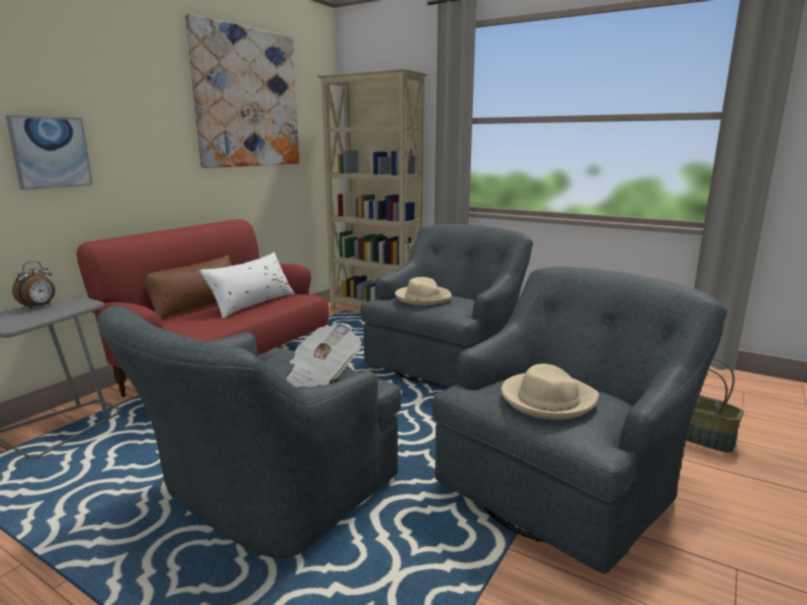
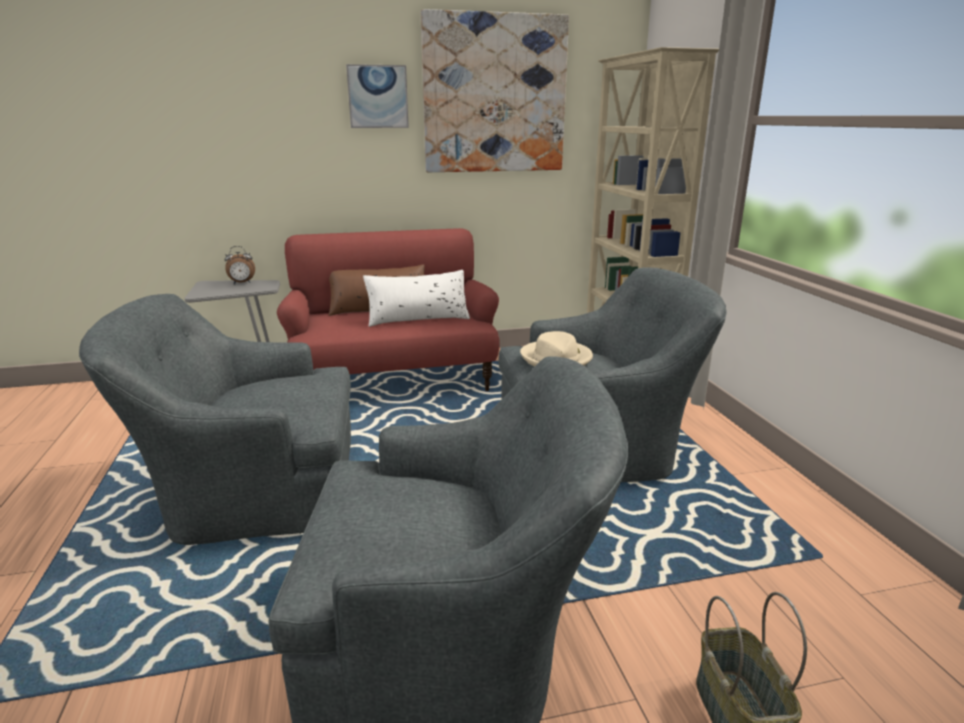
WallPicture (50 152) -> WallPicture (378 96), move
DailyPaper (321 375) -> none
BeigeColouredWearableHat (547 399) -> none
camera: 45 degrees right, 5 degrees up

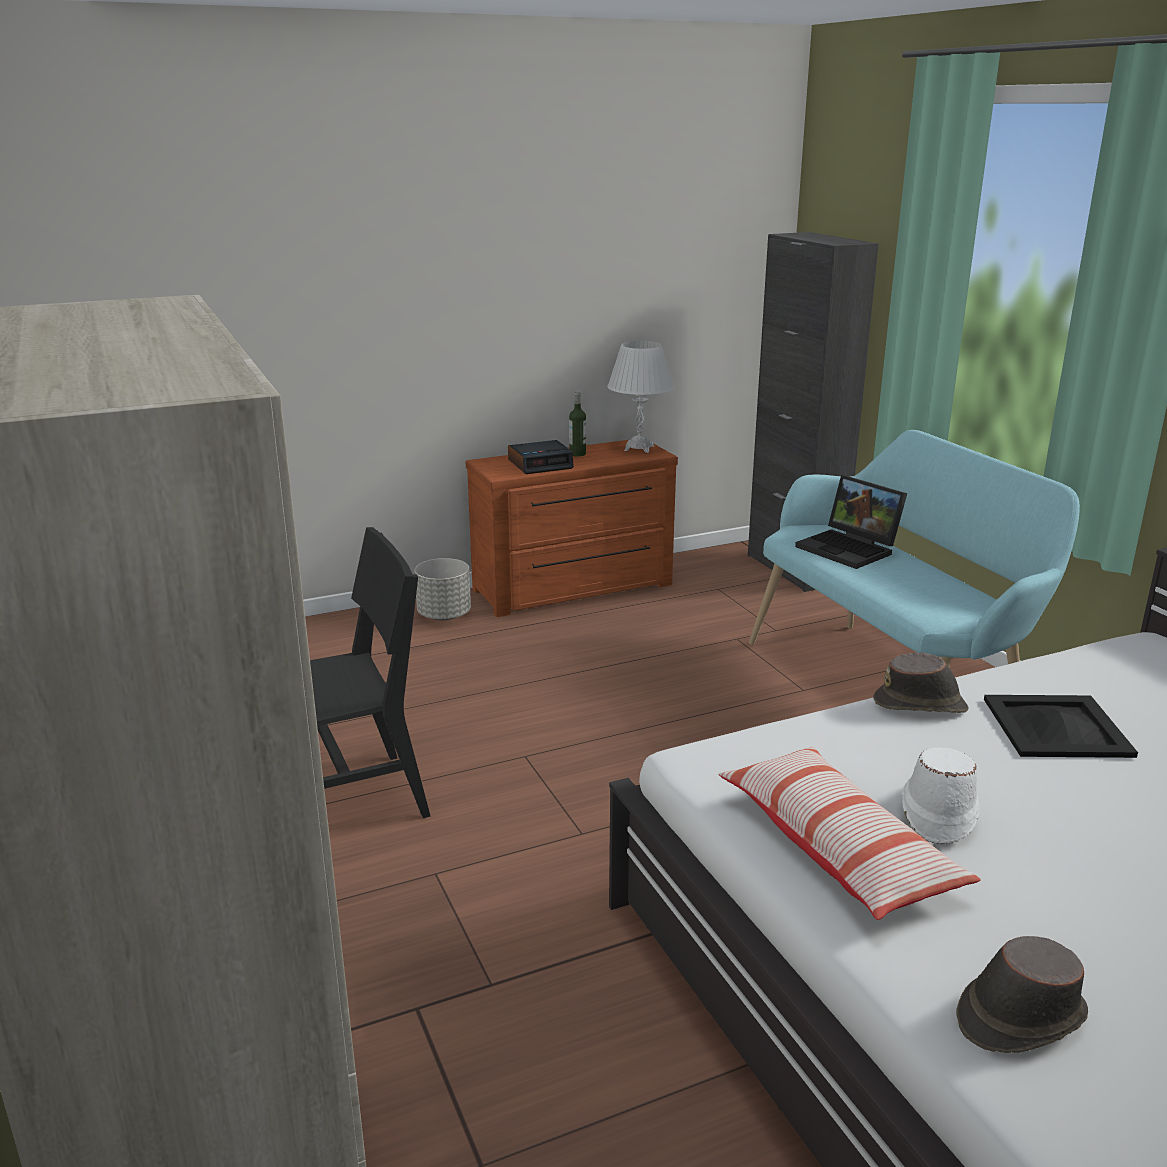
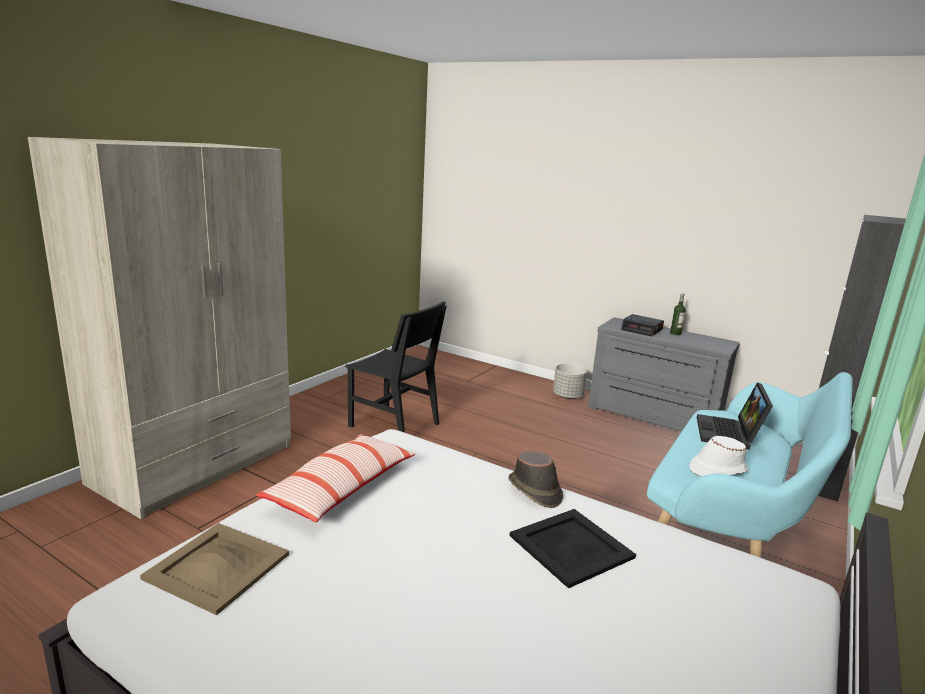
WhiteColouredTableLamp (639 448) -> none
BrownChestOfDrawers (575 589) -> GreyChestOfDrawers (652 417)
WhiteColouredWearableHat (937 813) -> WhiteColouredWearableHat (717 469), move
BrownWearableHat (1019 1016) -> BeigeColouredCarryingTray (217 565)
camera: 55 degrees right, 5 degrees down

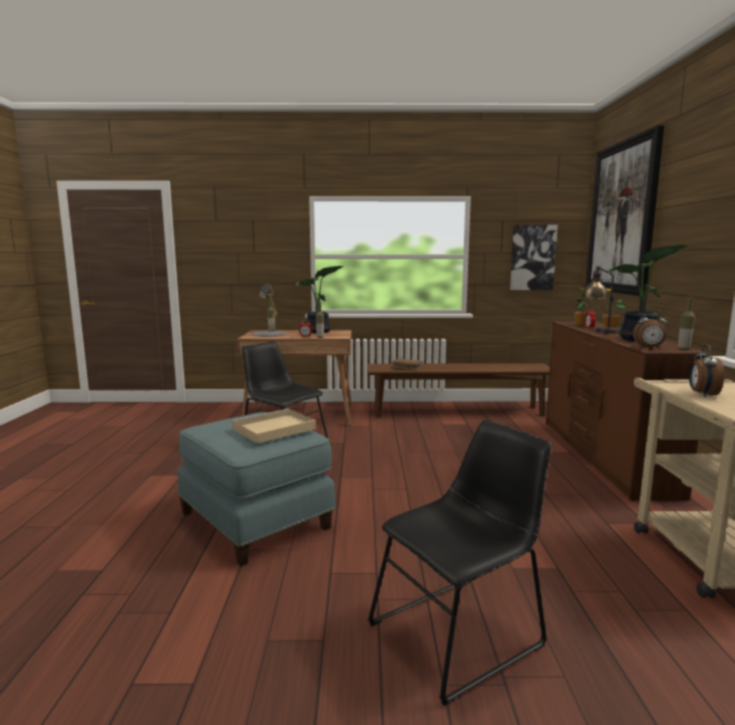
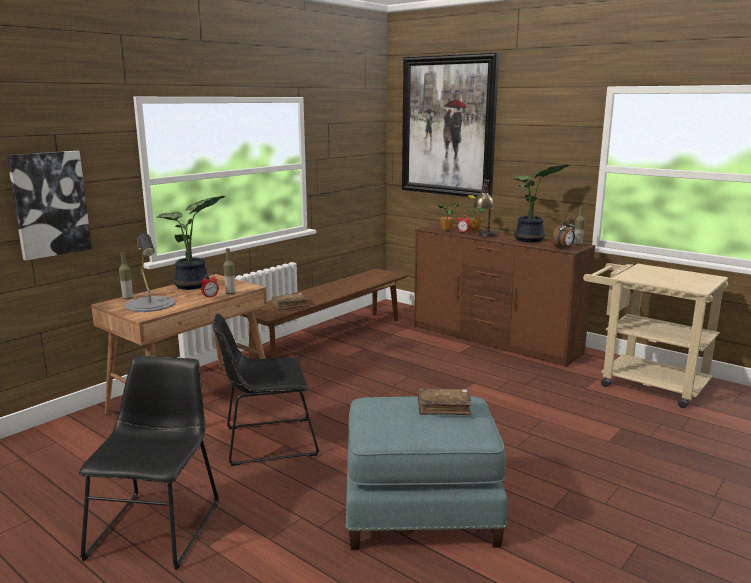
WallPicture (532 257) -> WallPicture (50 204), move
TableClock (702 394) -> none
BeigeColouredCarryingTray (272 429) -> BrownBook (443 407)
BlackPlainChair (461 632) -> BlackPlainChair (158 526), move
camera: 50 degrees left, 5 degrees up

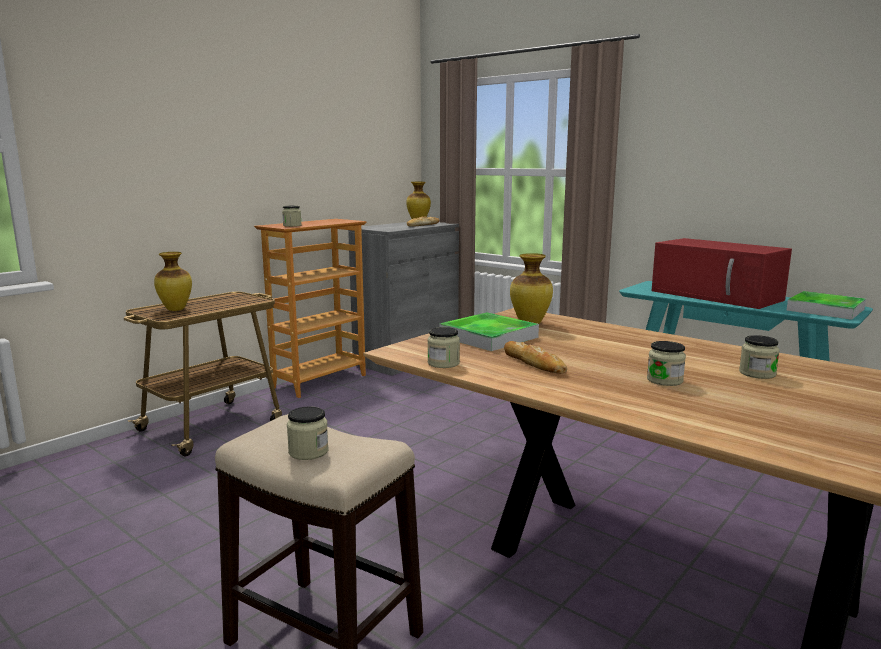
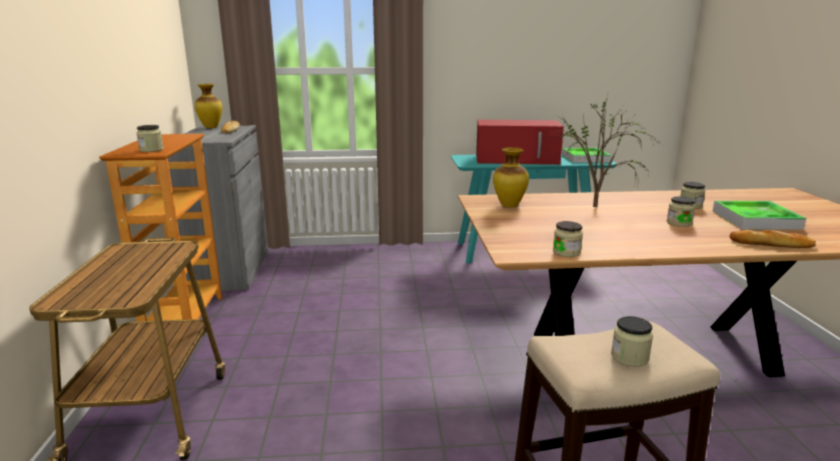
Vase (176 309) -> none
CarryingTray (488 337) -> CarryingTray (755 220), move
Bread (533 362) -> Bread (771 244), move
none -> Houseplant (597 208)
camera: 45 degrees left, 5 degrees up

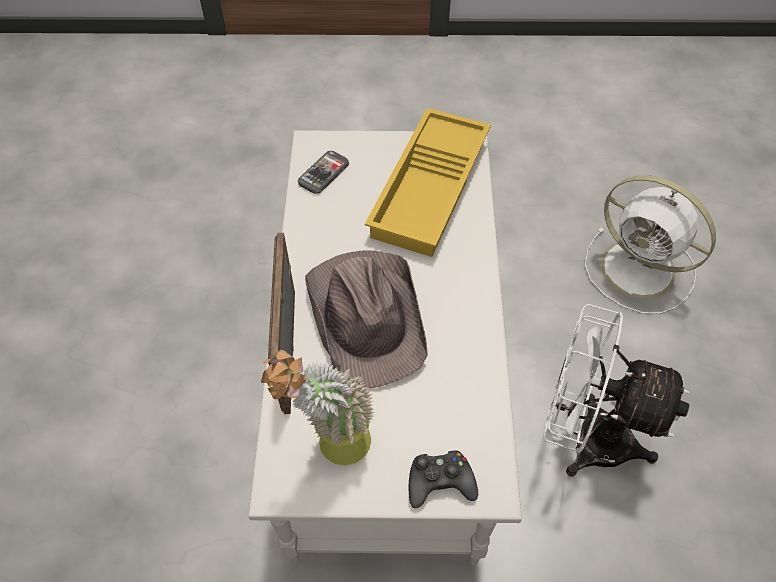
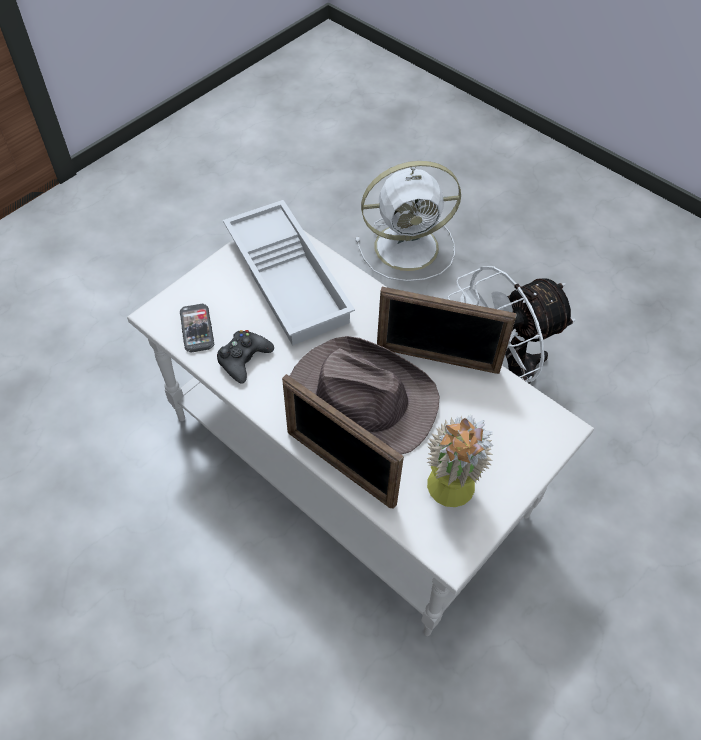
YellowColouredCarryingTray (431 190) -> WhiteColouredCarryingTray (290 278)
BlackGamepad (440 482) -> BlackGamepad (244 359), move
none -> PictureFrame (437 359)
camera: 50 degrees left, 0 degrees up

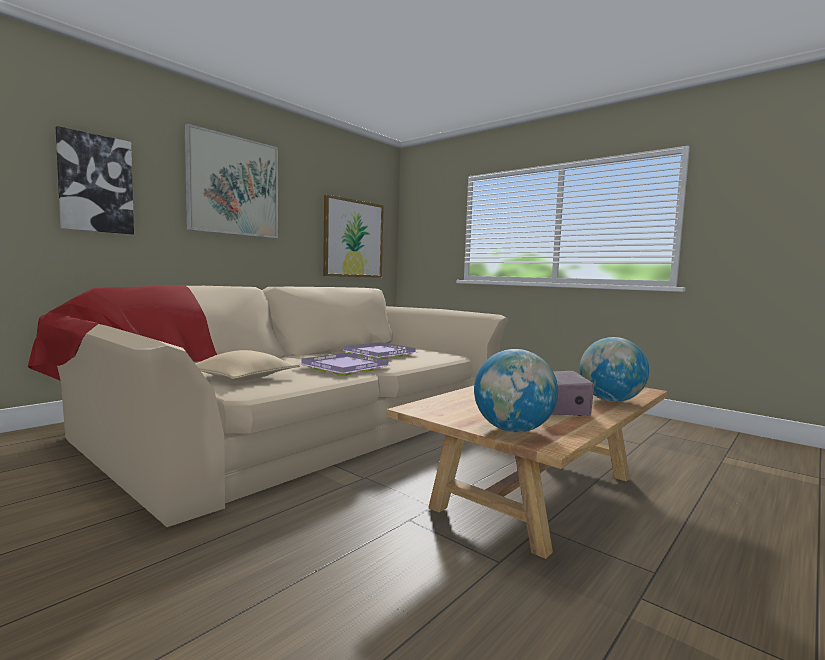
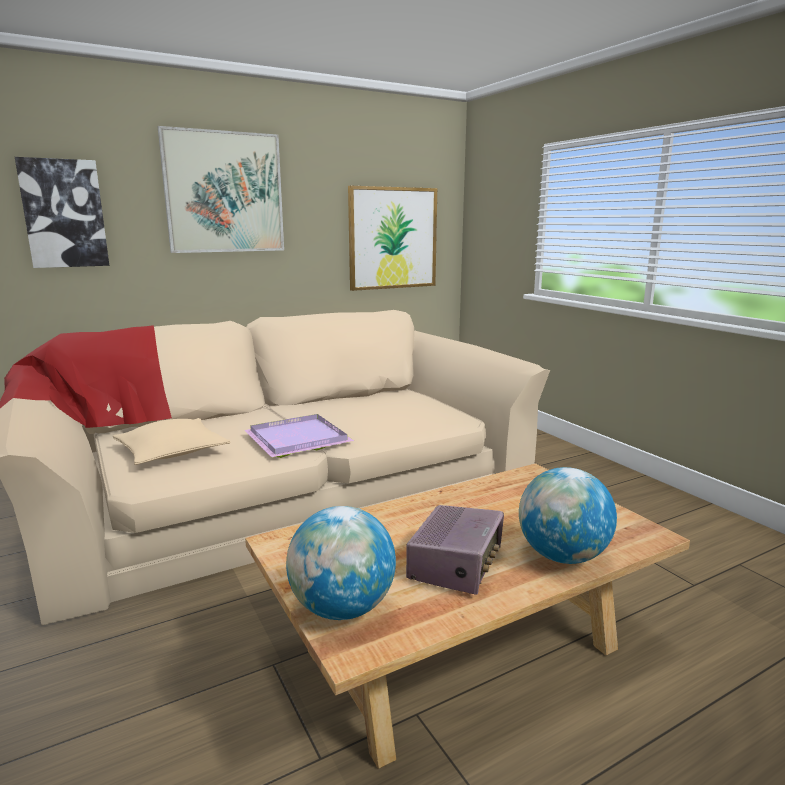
PurpleColouredCarryingTray (379 353) -> none
camera: 20 degrees right, 10 degrees up

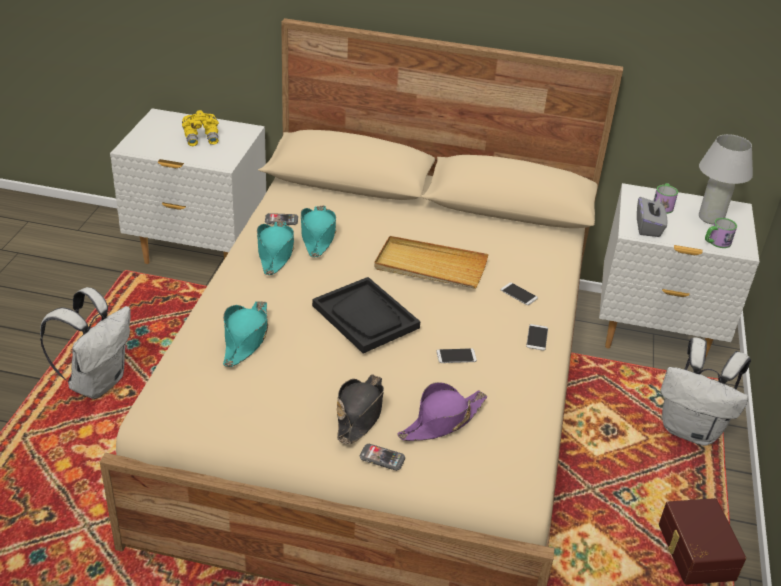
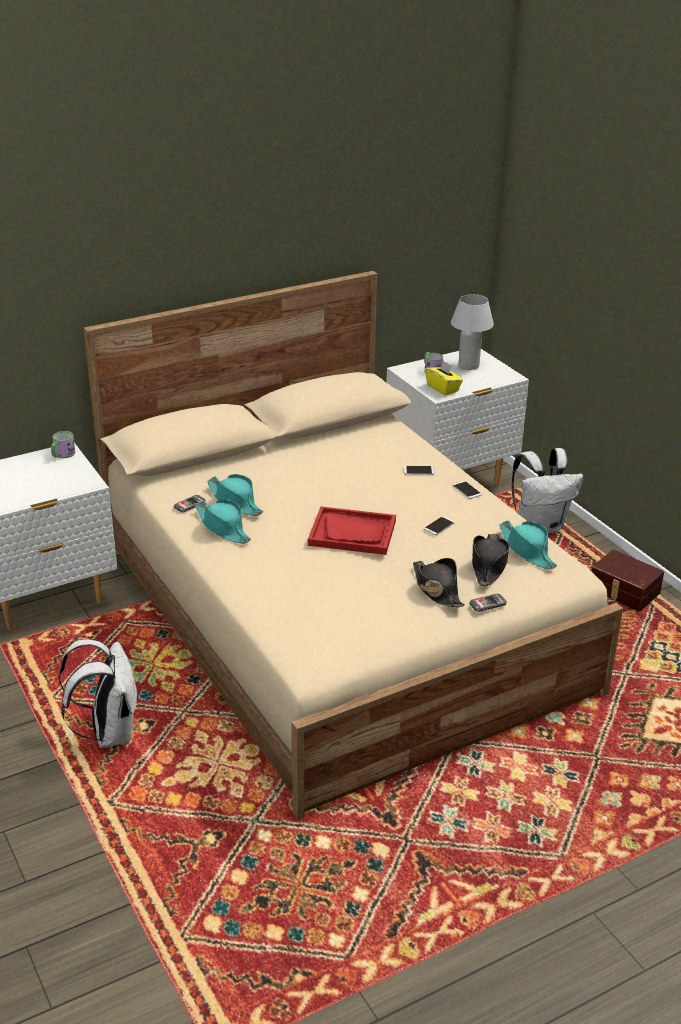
YellowColouredPairOfBinoculars (202 138) -> none
GreyTissueBox (648 227) -> YellowColouredTissueBox (443 388)
Mug (716 242) -> Mug (62 455), move
BeigeColouredCarryingTray (430 266) -> none
BlackCarryingTray (365 317) -> RedColouredCarryingTray (352 533)
BlueGreenWearableHat (245 339) -> BlueGreenWearableHat (527 550), move
PurpleColouredWearableHat (442 421) -> BlackWearableHat (488 565)
camera: 40 degrees left, 5 degrees down

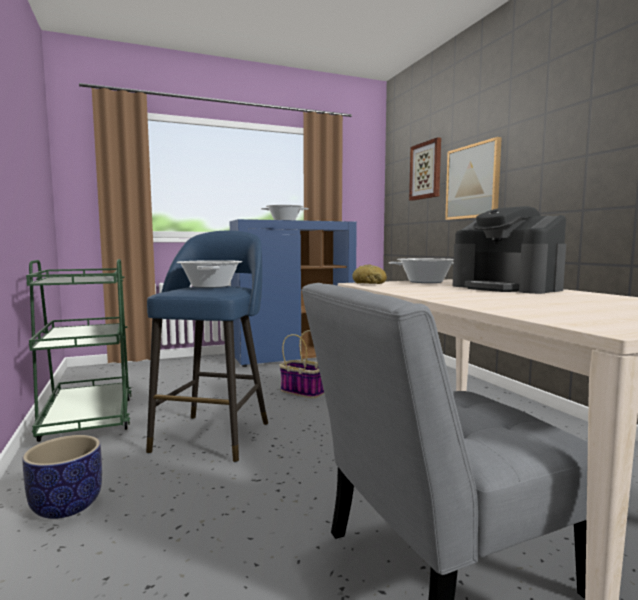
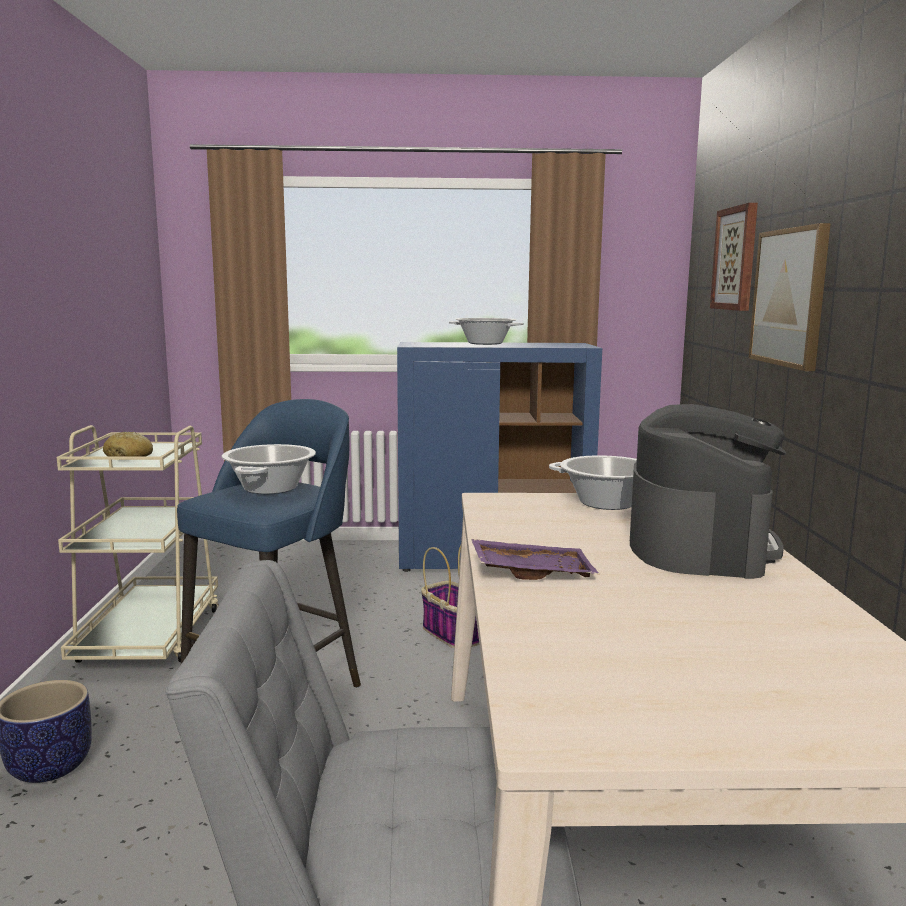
CoffeeMaker (506 288) -> CoffeeMaker (699 545), 150 degrees counterclockwise
GreenColouredCart (88 419) -> BeigeColouredCart (150 637)
Bread (369 283) -> Bread (129 457), move
none -> PurpleColouredCarryingTray (532 572)
camera: 20 degrees right, 5 degrees up

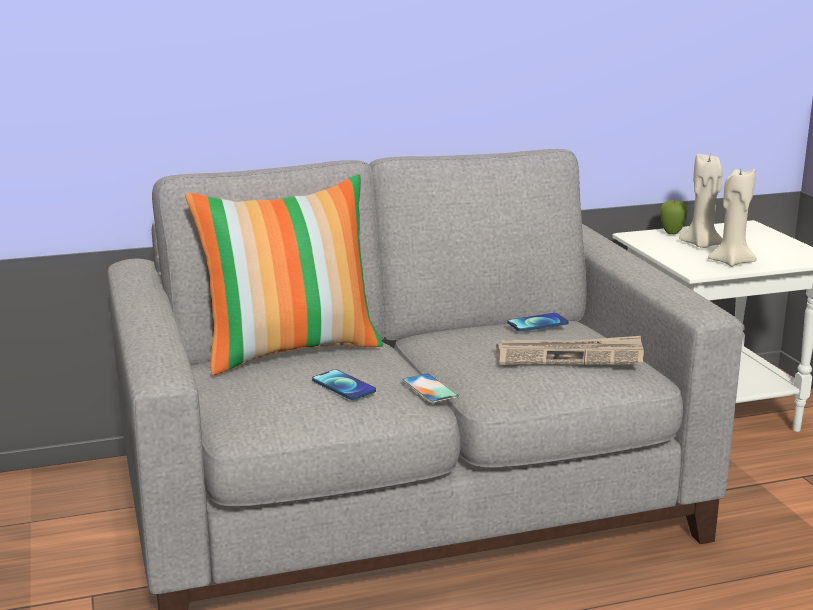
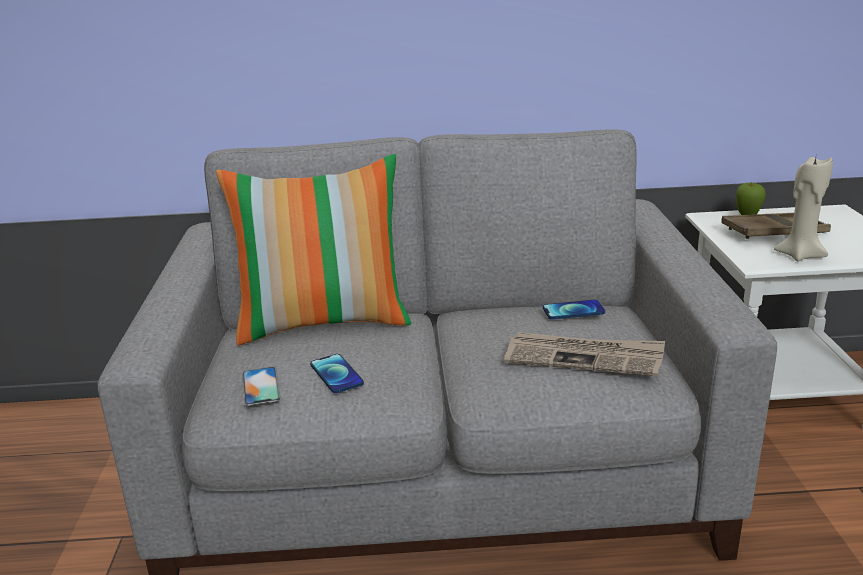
BeigeColouredWaxLight (701 245) -> BrownCarryingTray (774 232)
Phone (429 388) -> Phone (261 386), move
camera: 15 degrees right, 5 degrees up

